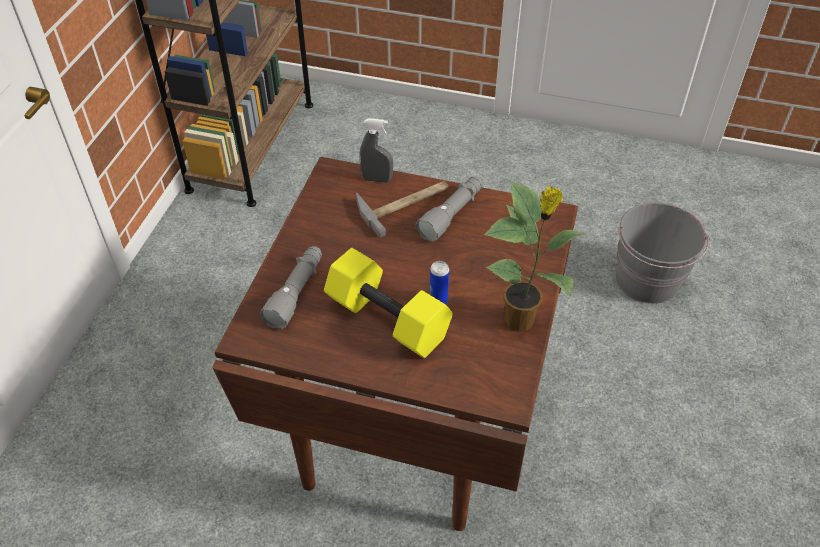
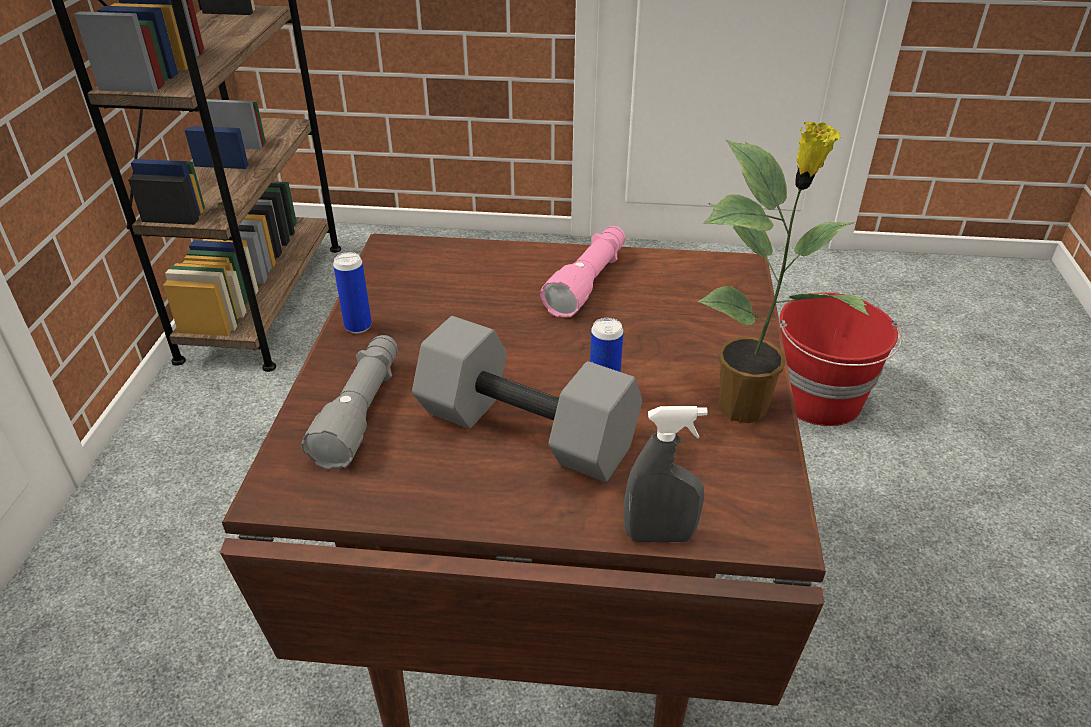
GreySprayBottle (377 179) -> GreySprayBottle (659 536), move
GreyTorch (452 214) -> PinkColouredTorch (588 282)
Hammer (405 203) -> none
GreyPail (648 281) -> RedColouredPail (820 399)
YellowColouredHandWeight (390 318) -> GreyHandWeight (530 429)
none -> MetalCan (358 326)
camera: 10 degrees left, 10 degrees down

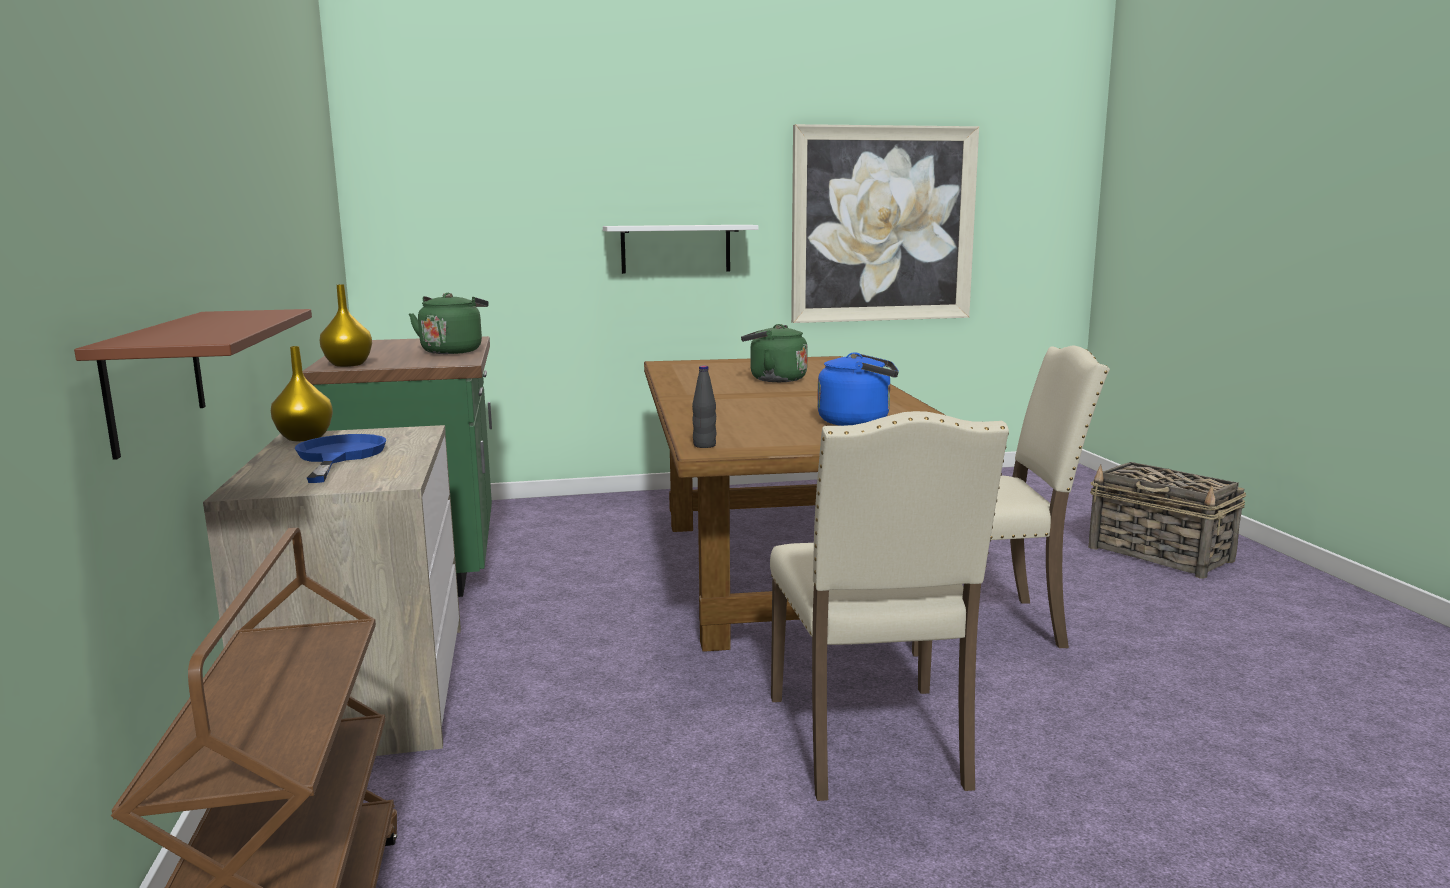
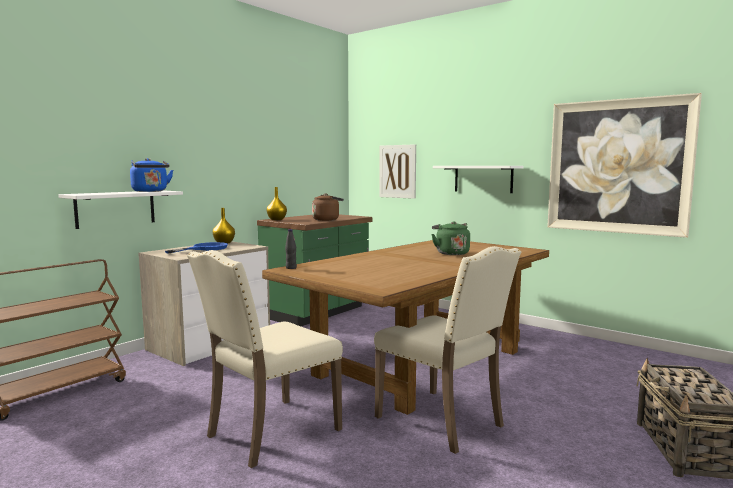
GreenColouredTeaKettle (453 351) -> BrownTeaKettle (327 219)
BrownWallShelf (155 379) -> WhiteColouredWallShelf (116 208)
BlueColouredTeaKettle (858 422) -> BlueColouredTeaKettle (151 191), move
none -> WallPicture (397 171)
camera: 50 degrees right, 5 degrees down

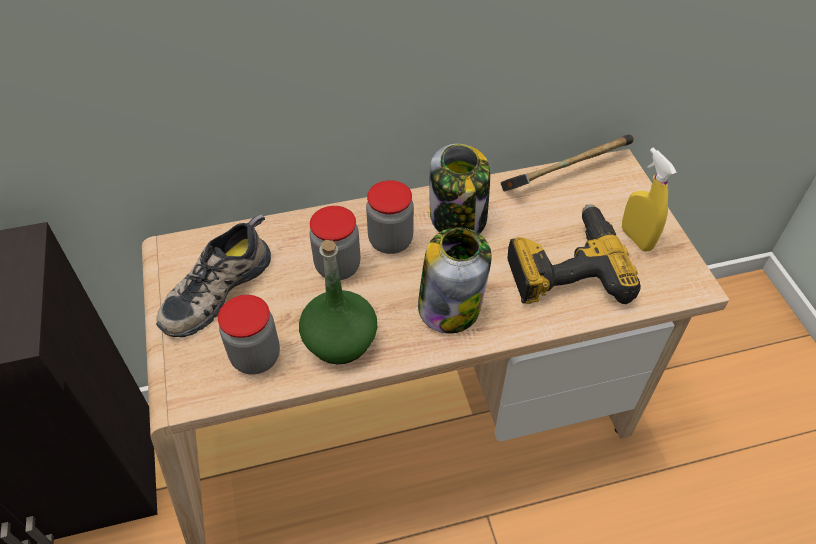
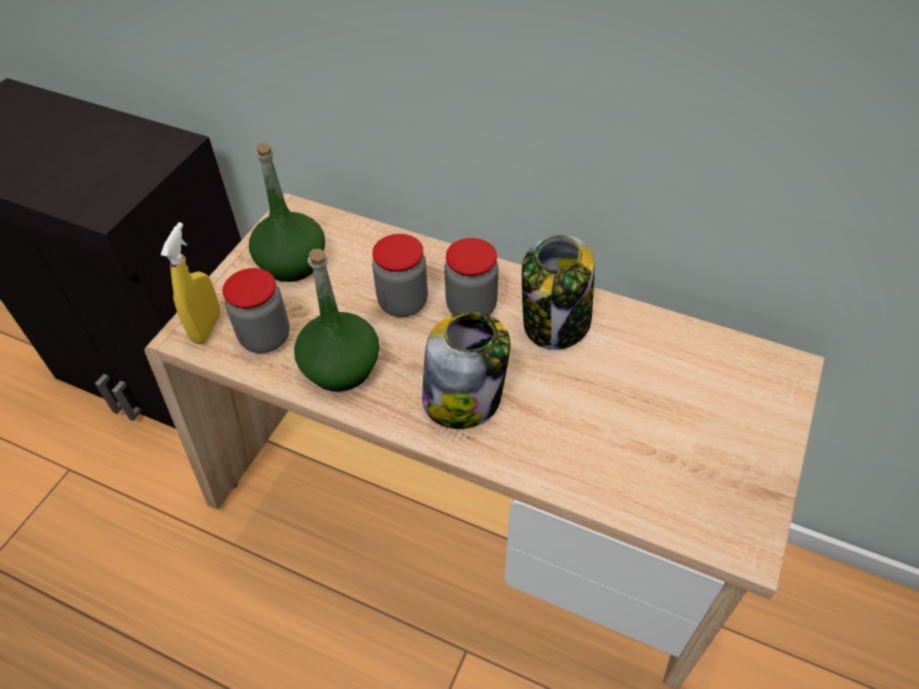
Hammer (563 175) -> none
YellowColouredSprayBottle (636 238) -> YellowColouredSprayBottle (207 327), move
PowerDrill (565 268) -> none
Shoe (216 288) -> GreenColouredBottle (292 263)
camera: 40 degrees right, 0 degrees up

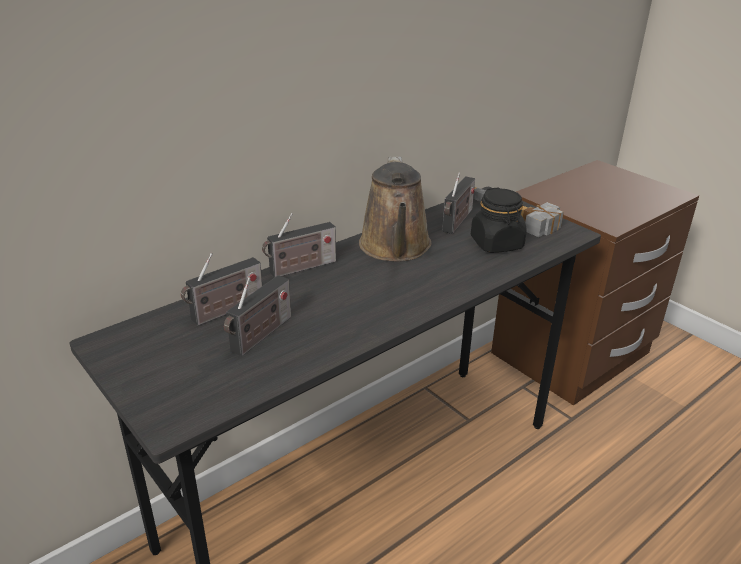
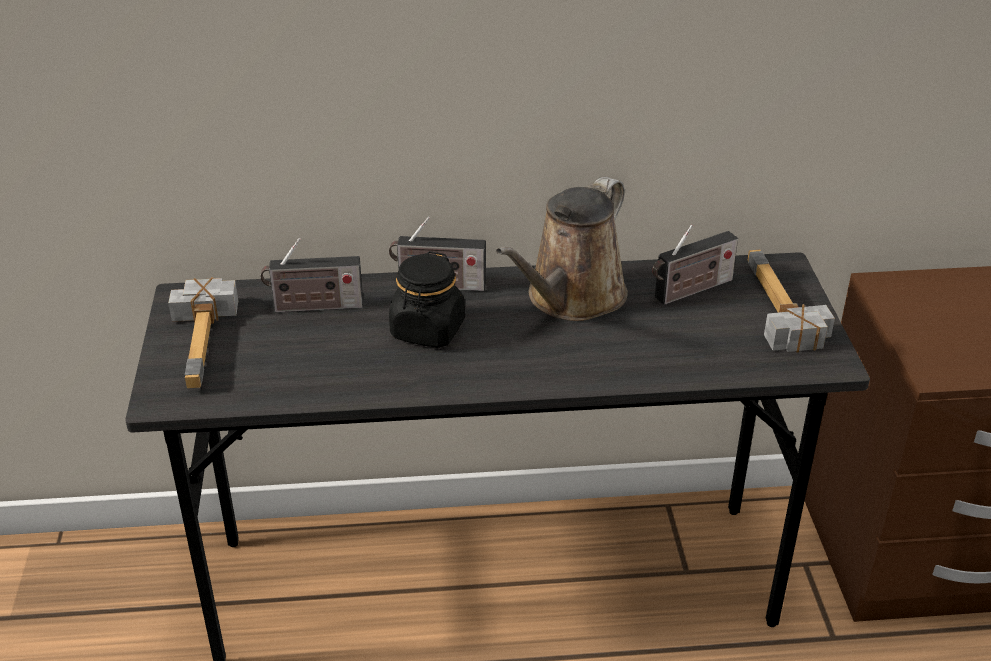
BlackJar (497 244) -> BlackJar (428 330), move
RadioSet (260 336) -> none
none -> Hammer (211 340)
camera: 35 degrees right, 5 degrees up

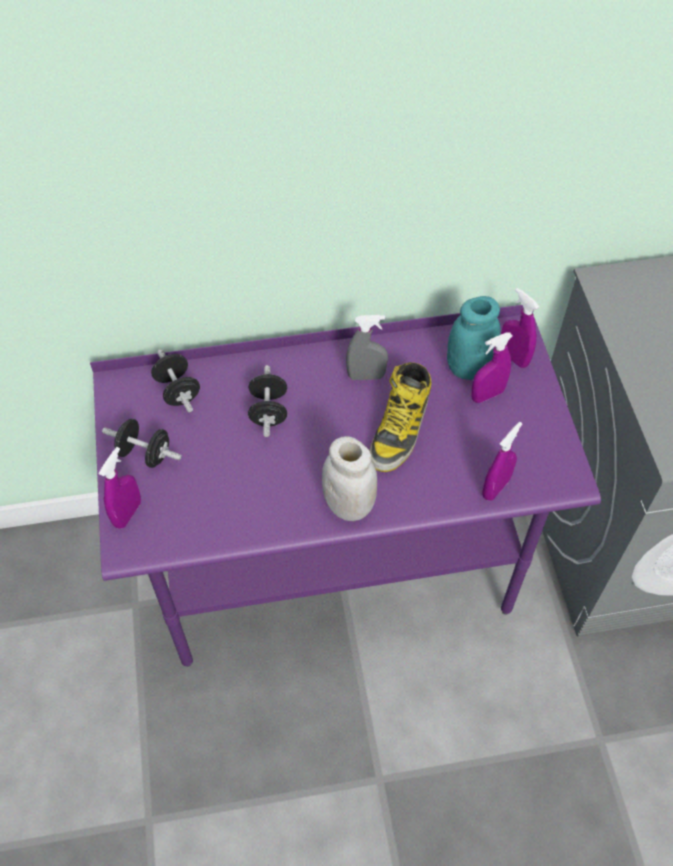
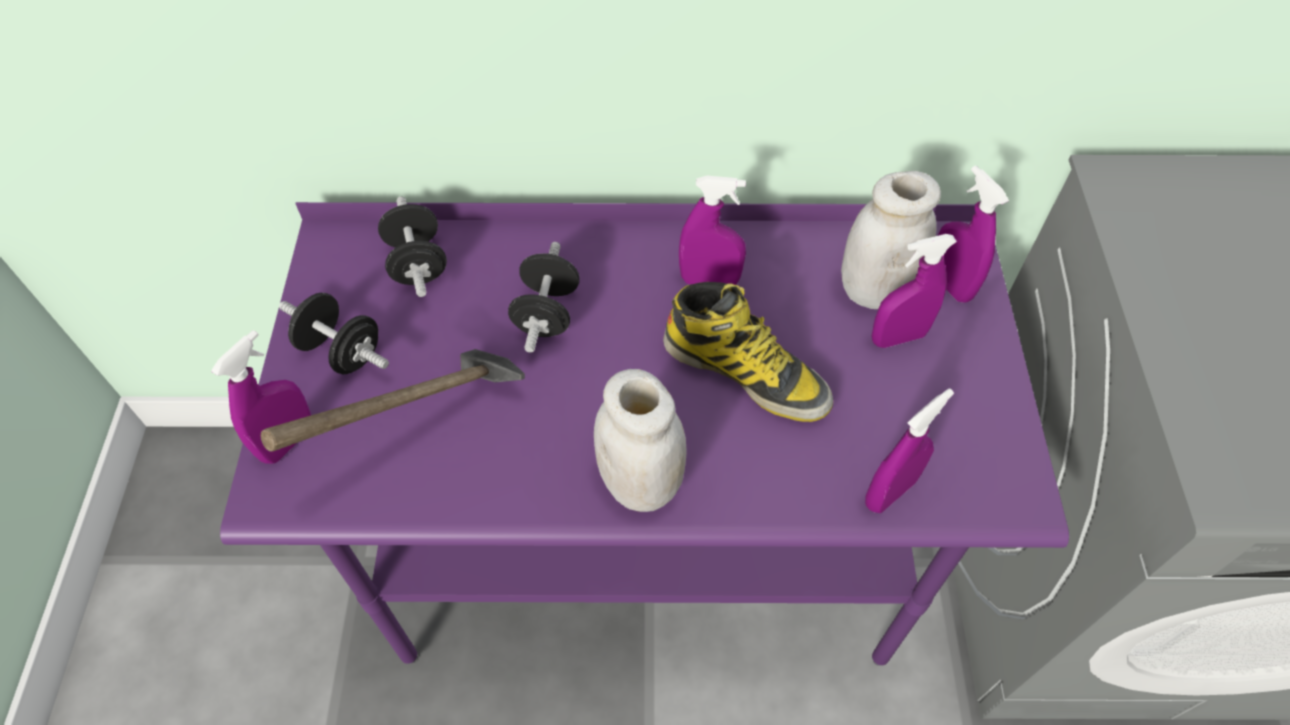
BlueGreenJar (468 367) -> WhiteColouredJar (874 290)
GreySprayBottle (366 376) -> PurpleColouredSprayBottle (709 281)
HighTopBoot (399 429) -> HighTopBoot (746 371), 90 degrees counterclockwise
none -> Hammer (426 436)
camera: 10 degrees right, 0 degrees up

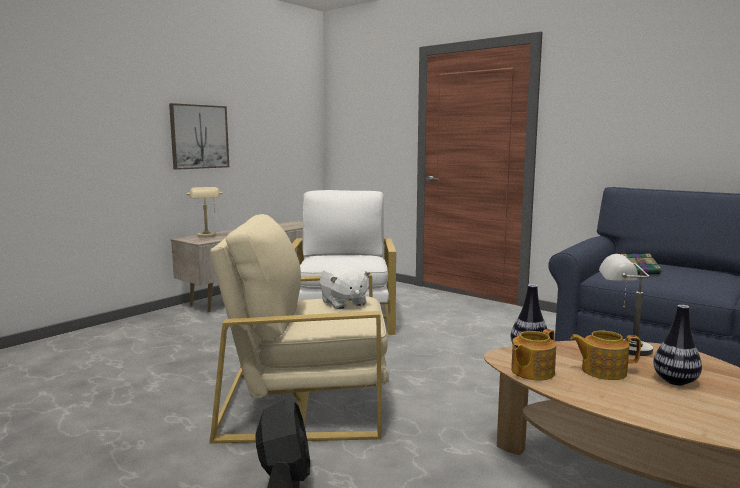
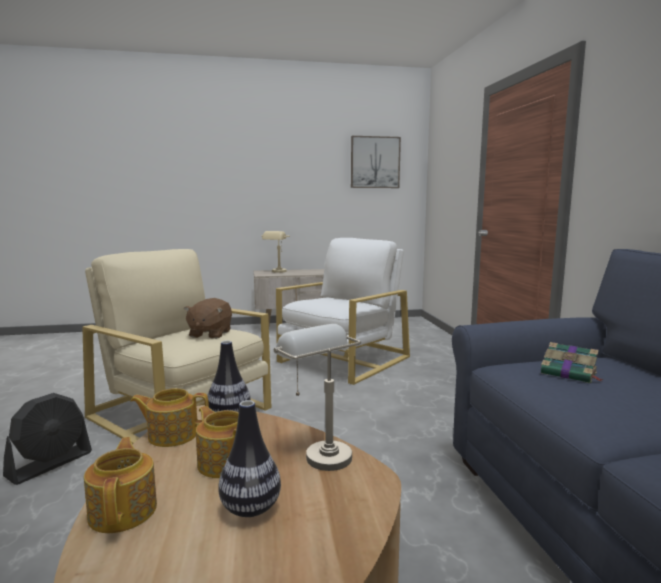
WallPicture (199 137) -> WallPicture (375 162), move
WhiteColouredSoftToy (343 303) -> BrownSoftToy (210 334)
none -> PotForTea (124 510)
camera: 40 degrees right, 0 degrees up

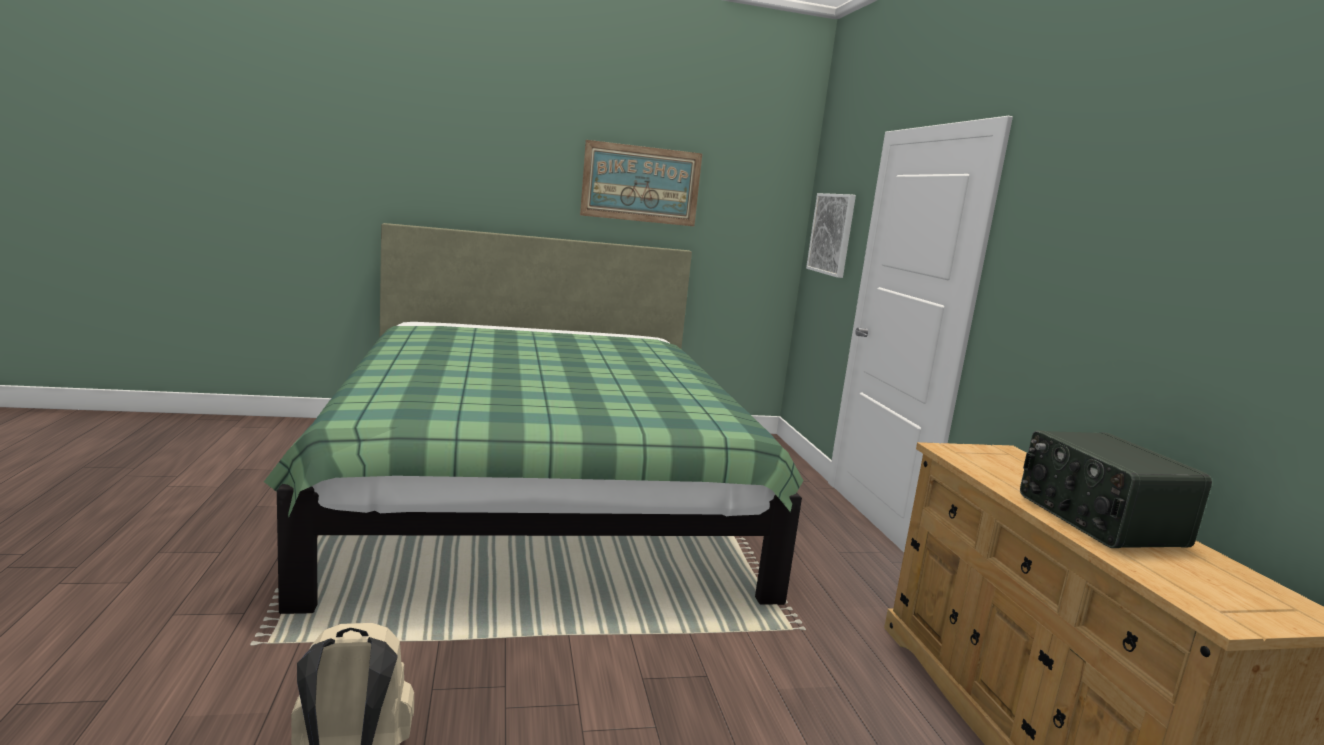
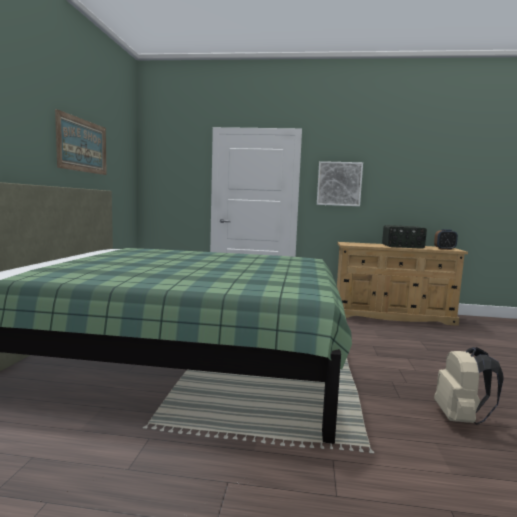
WallPicture (832 234) -> WallPicture (339 184), move
none -> TableClock (444 249)
camera: 70 degrees left, 5 degrees down

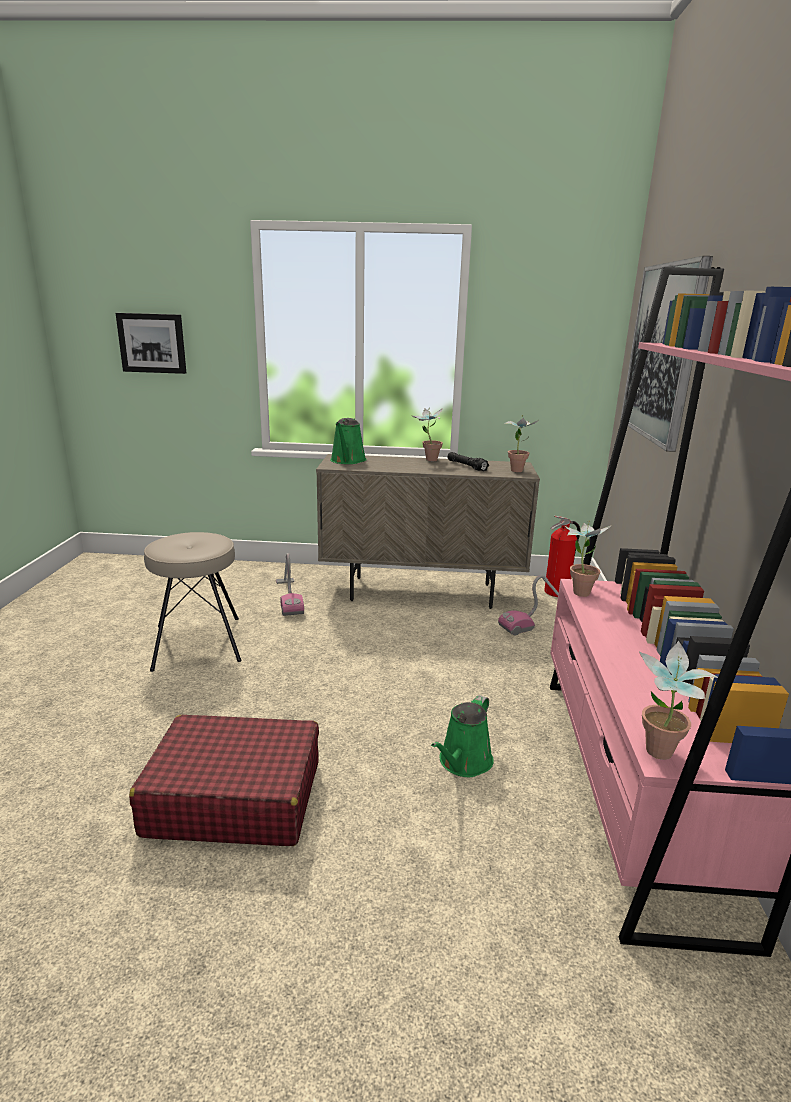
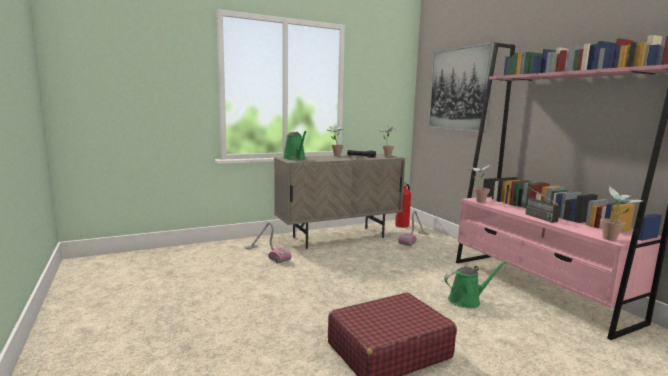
WallPicture (152 343) -> none
BeigeColouredStool (199 642) -> none
GreenColouredWateringPot (463 763) -> GreenColouredWateringPot (467 300), 105 degrees counterclockwise
none -> RadioSet (533 215)
camera: 30 degrees left, 10 degrees down

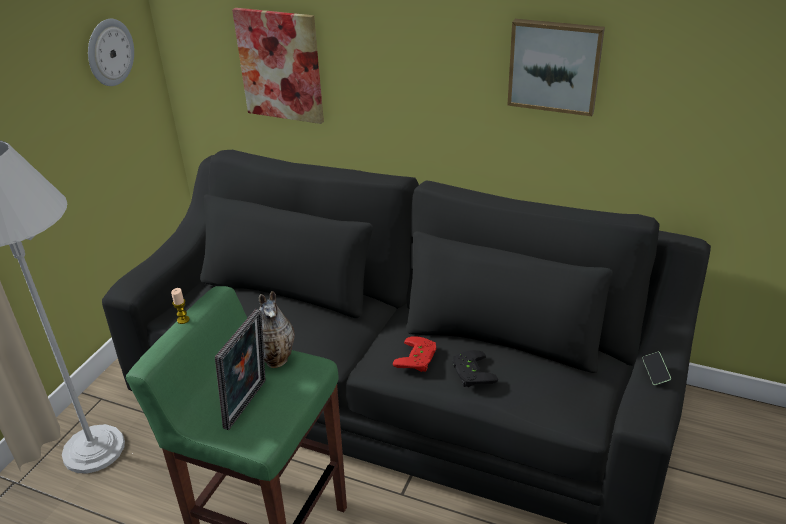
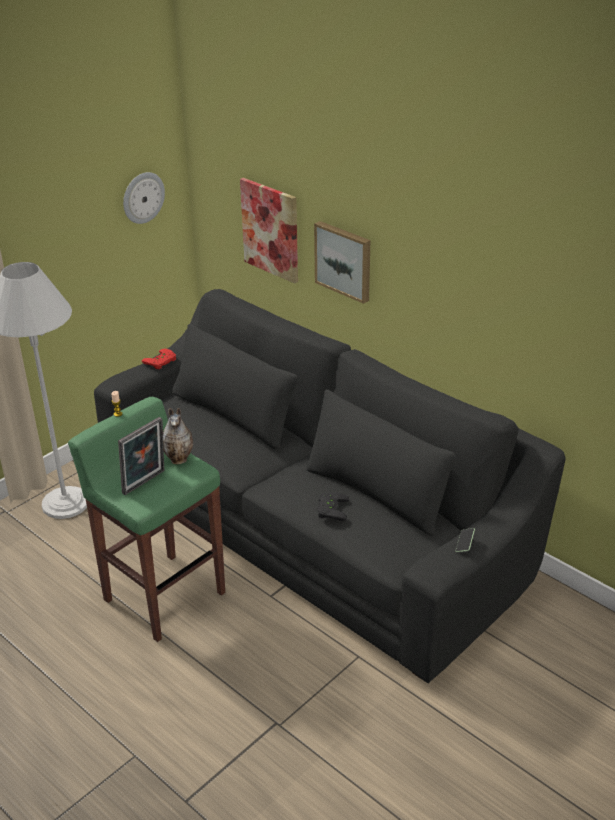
WallPicture (555 66) -> WallPicture (344 260), move
RedColouredGamepad (418 358) -> RedColouredGamepad (161 362), move
camera: 20 degrees right, 0 degrees up

